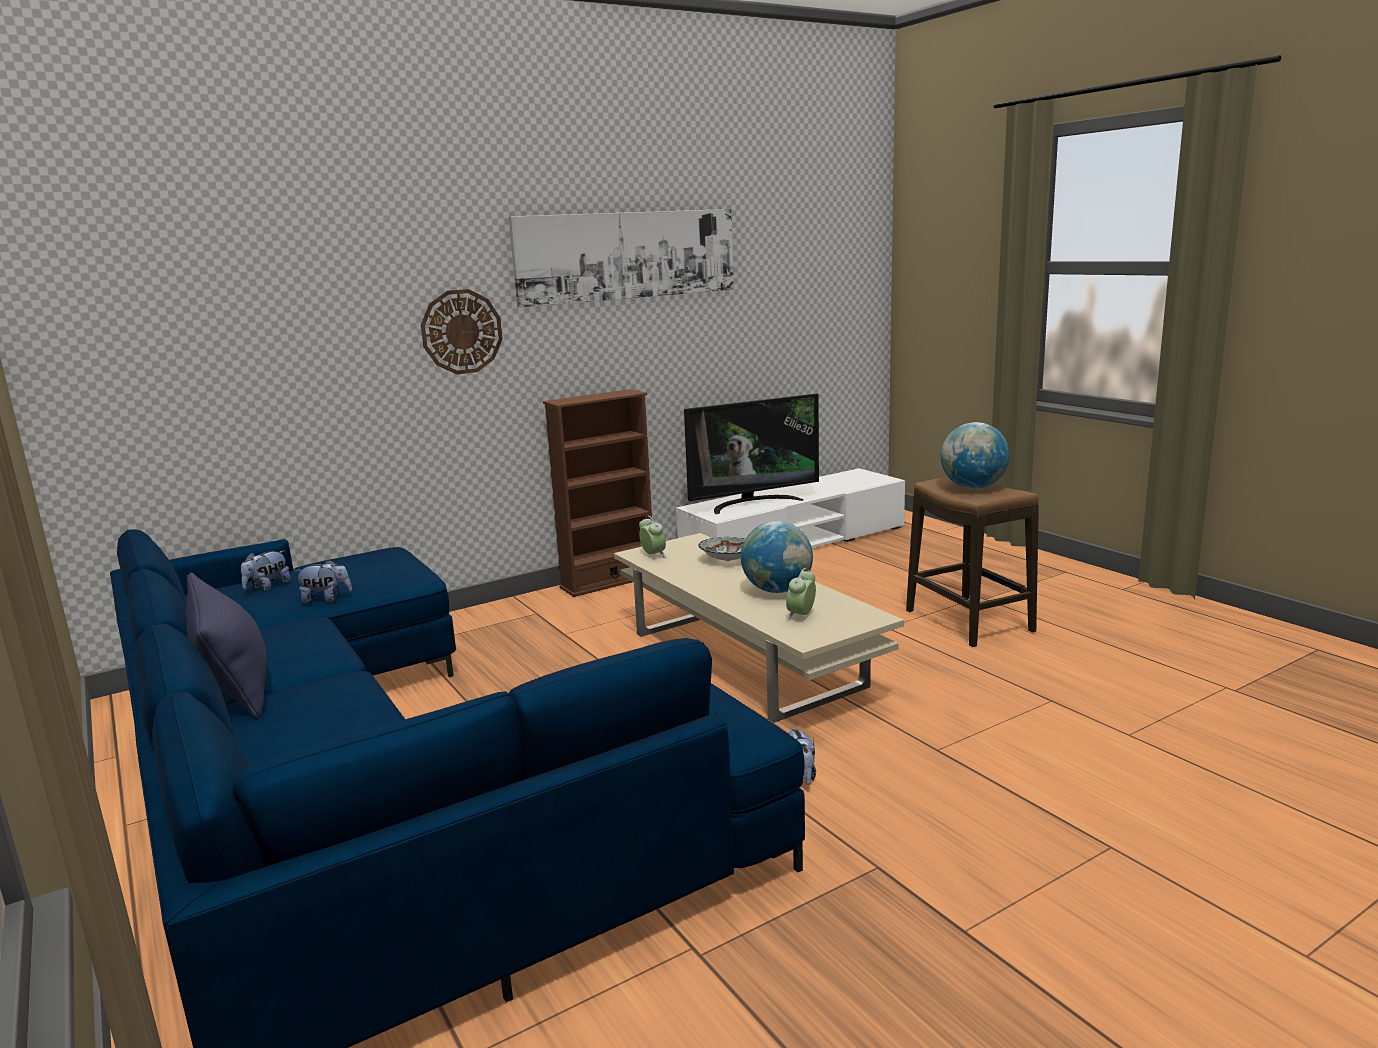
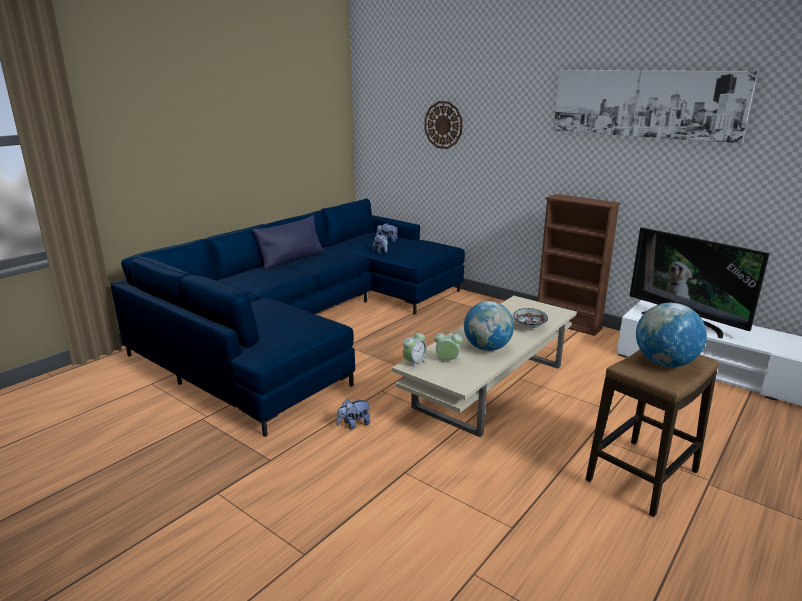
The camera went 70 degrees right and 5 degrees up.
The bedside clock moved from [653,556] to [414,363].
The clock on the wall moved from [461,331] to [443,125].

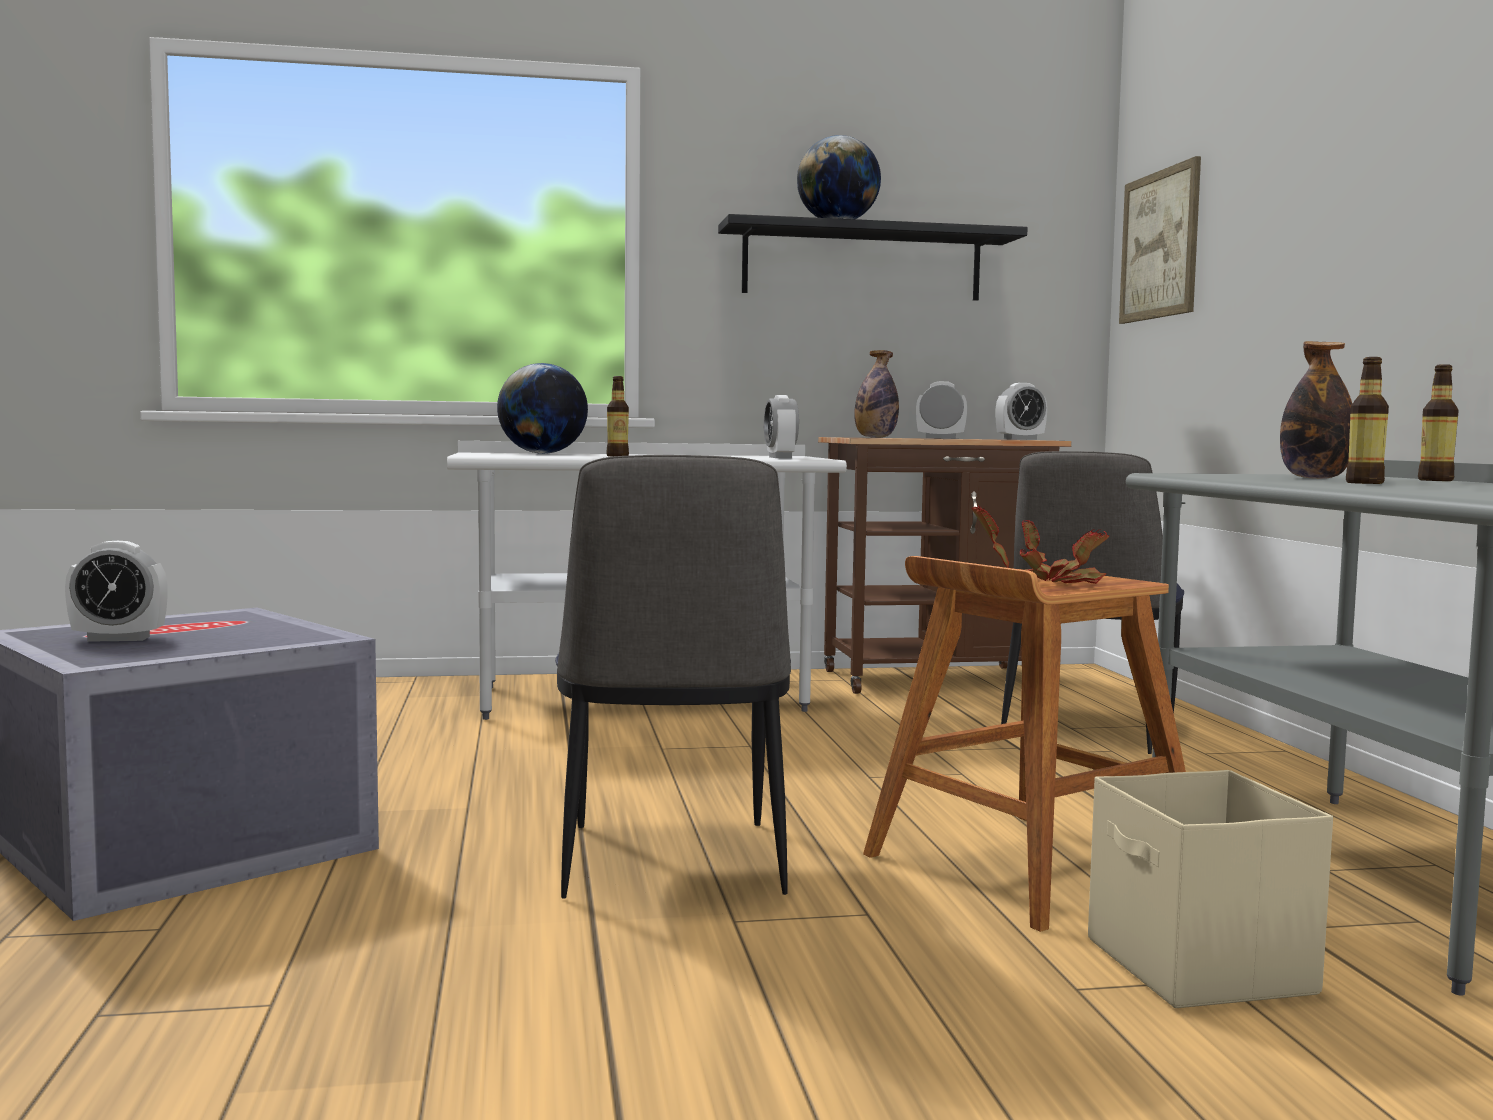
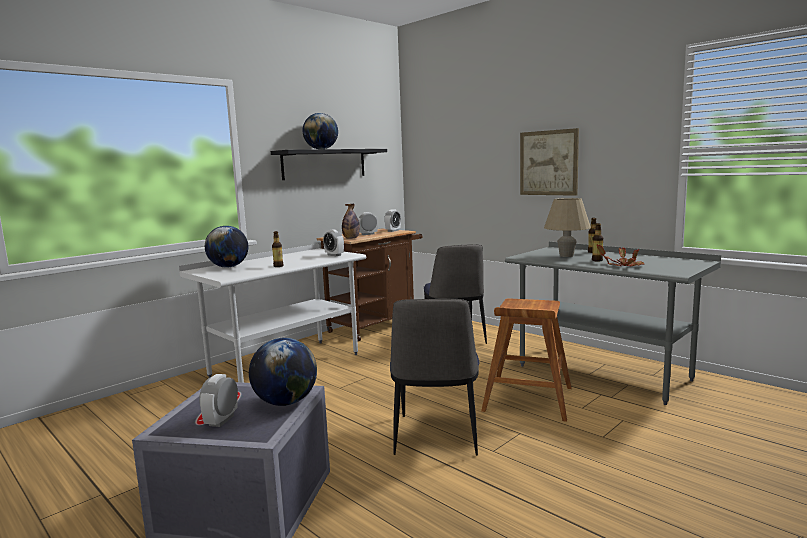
The camera went 35 degrees left and 5 degrees up.
The bedside clock at [119,639] turned 150 degrees clockwise.
The globe at [285,402] appeared.
The upright chair at [671,862] turned 45 degrees clockwise.
The picture moved from [1159,245] to [548,163].
The bottle at [1315,478] was replaced by the tabletop lamp in sand-coloured at [566,255].
The houseplant moved from [1050,581] to [622,266].
The storage bin in sand-coloured at [1199,968] disappeared.

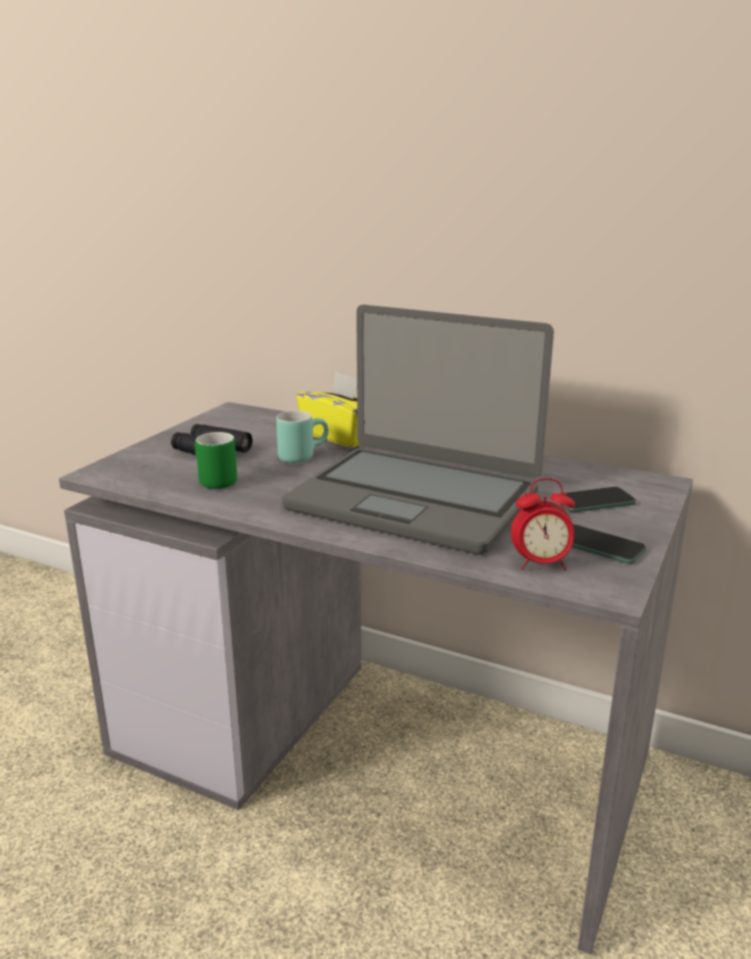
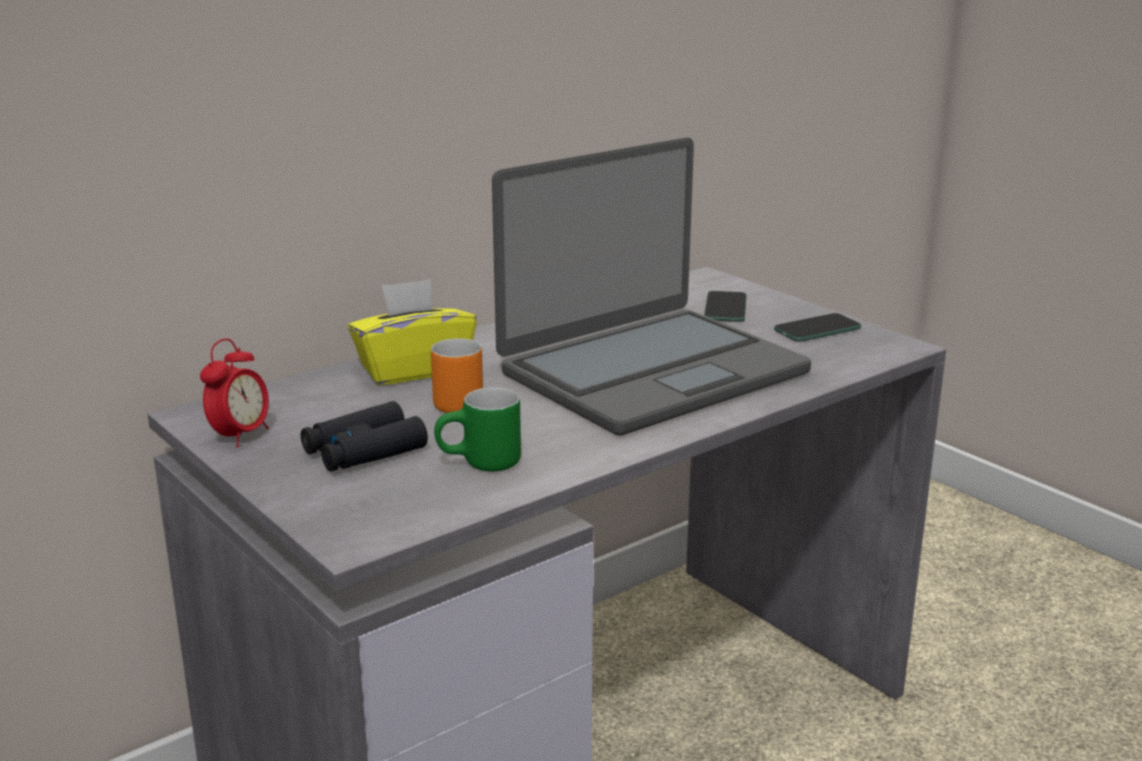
The camera went 65 degrees left and 0 degrees up.
The bedside clock moved from [541,564] to [240,436].
The coffee mug in blue-green at [302,456] became the coffee mug in orange at [454,401].

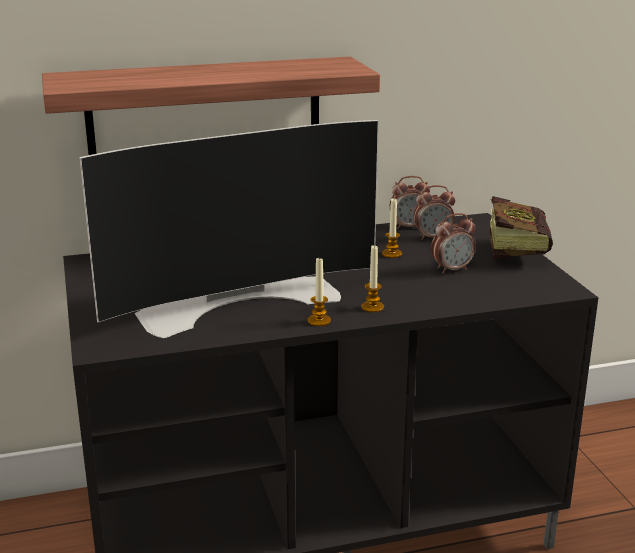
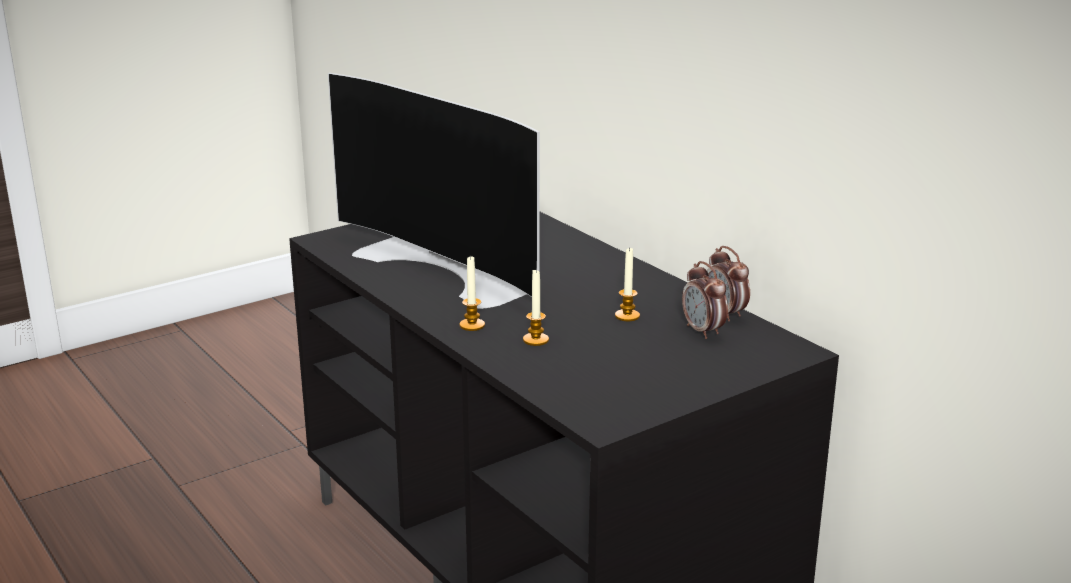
The camera went 70 degrees right and 0 degrees up.
The wax light moved from [319,321] to [535,340].
The wall shelf at [205,111] disappeared.
The bedside clock at [452,269] disappeared.
The bound book at [515,249] disappeared.

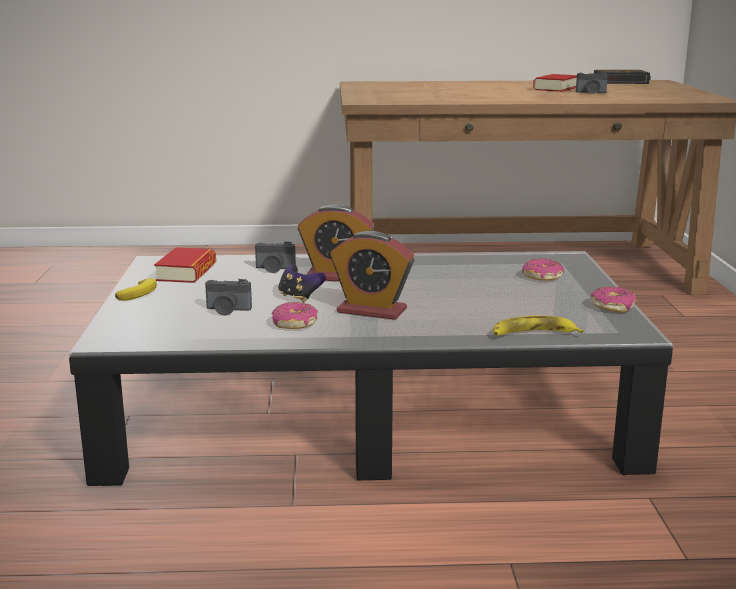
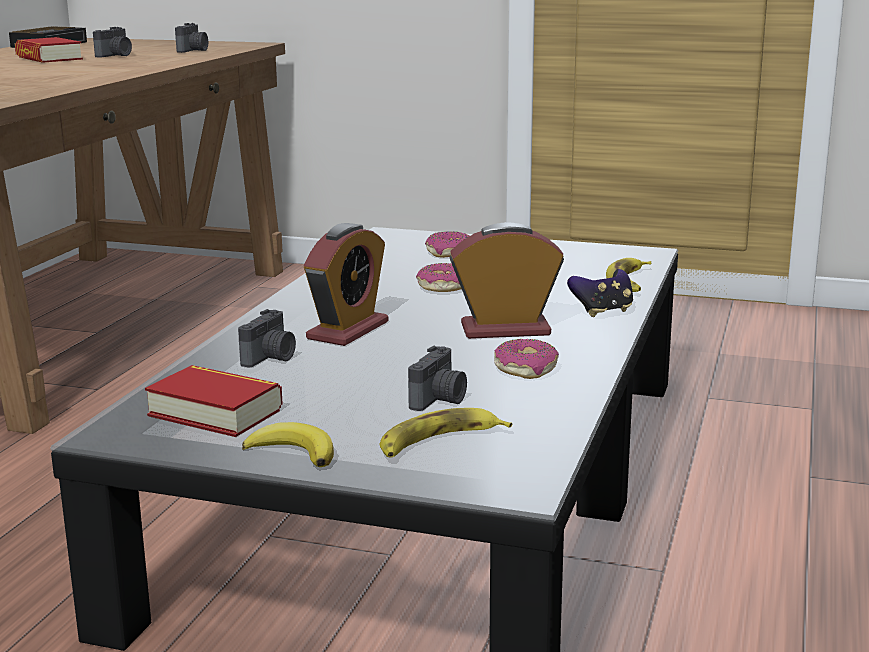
The camera went 70 degrees left and 0 degrees up.
The photo camera at [193,50] appeared.
The banana fruit at [438,442] appeared.
The ring doughnut moved from [612,306] to [443,287].
The bedside clock at [371,311] turned 135 degrees counterclockwise.
The game controller moved from [299,297] to [603,312].

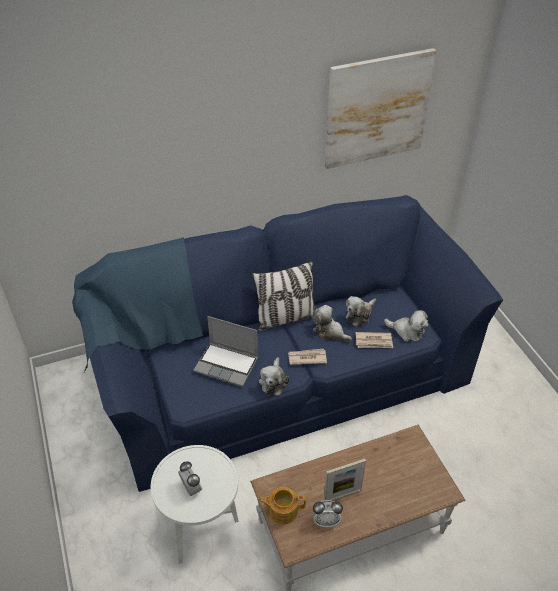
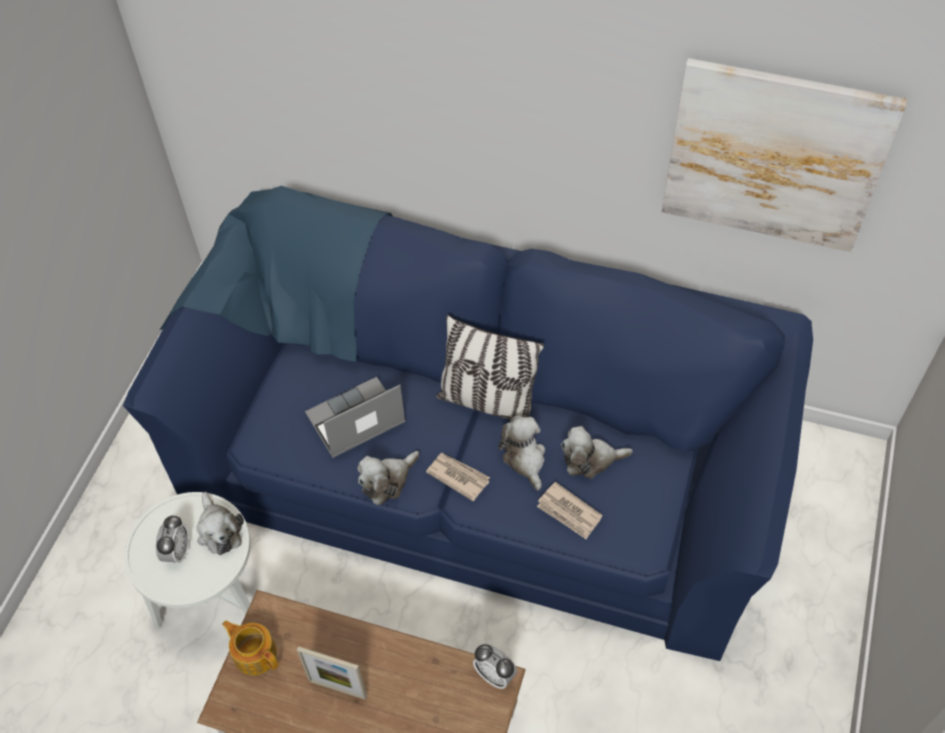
The camera went 40 degrees right and 10 degrees up.
The plush toy moved from [407,331] to [219,530].
The laptop at [227,364] turned 90 degrees clockwise.
The bedside clock moved from [326,521] to [495,675].

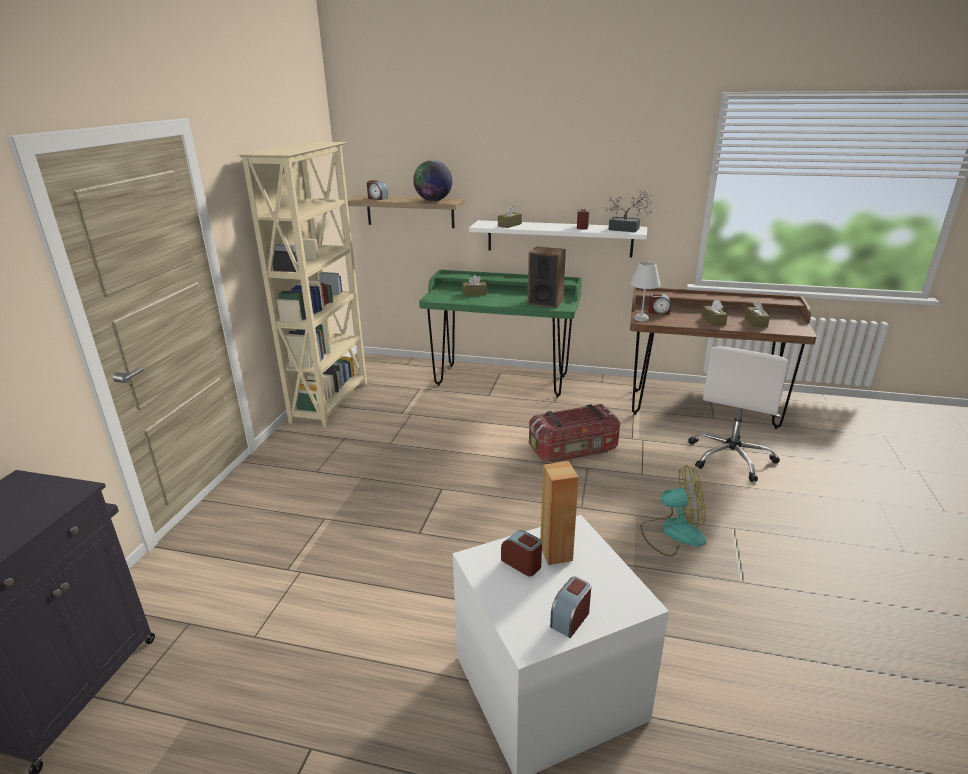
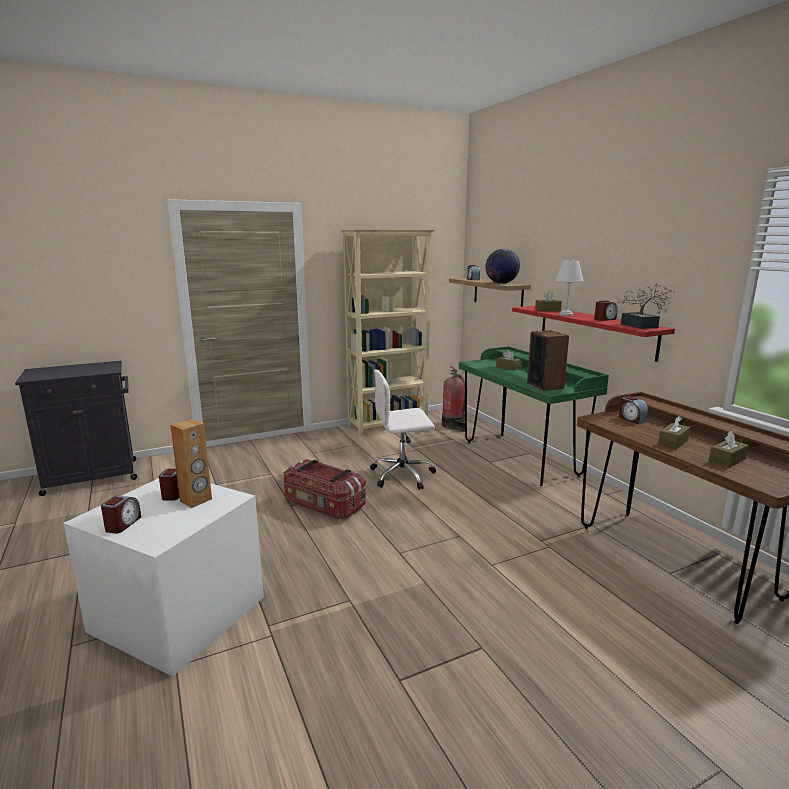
The camera went 50 degrees right and 10 degrees down.
The bedside clock at [570,619] turned 105 degrees clockwise.
The storage bin moved from [574,450] to [323,505].
The office chair in whitish moved from [731,457] to [403,475].
The extinguisher at [454,426] appeared.
The wall shelf in whitish at [559,238] became the wall shelf in red at [594,331].
The tabletop lamp in whitish moved from [640,319] to [565,314].
The fan at [672,533] disappeared.

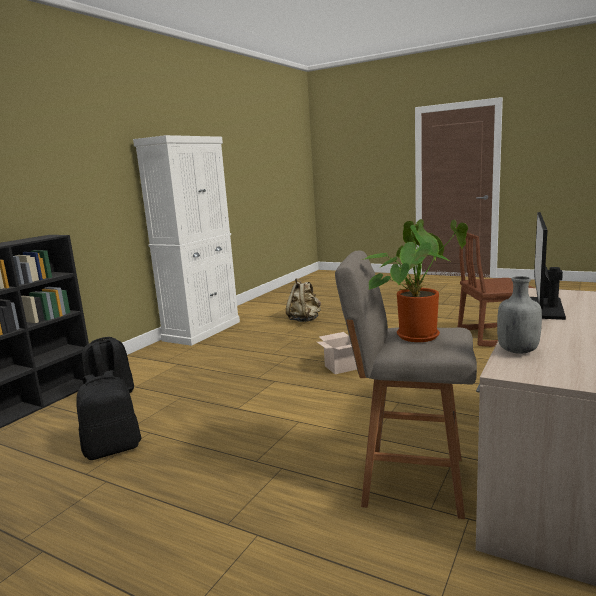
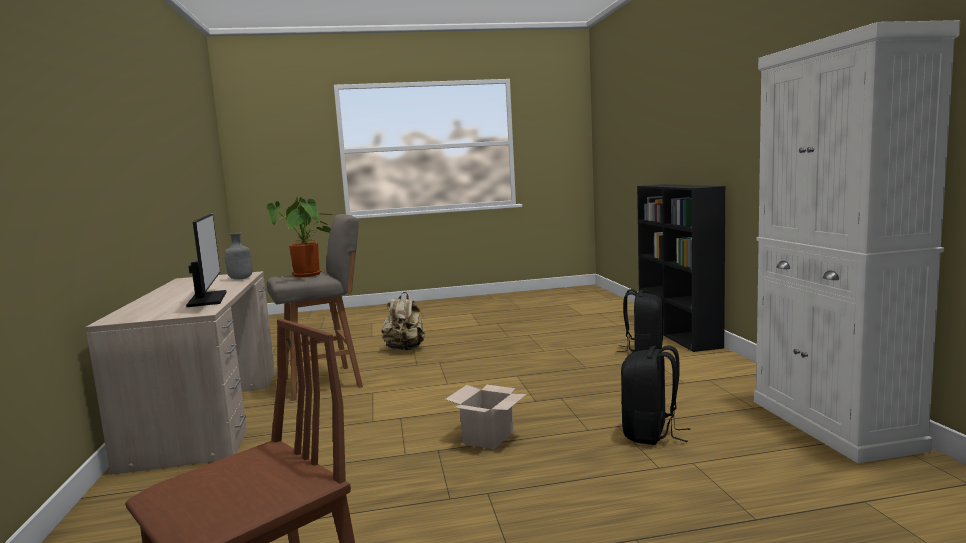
The camera went 140 degrees right and 5 degrees down.
The backpack in sand-coloured moved from [305,320] to [405,349].
The backpack in blackish moved from [113,448] to [651,434].

